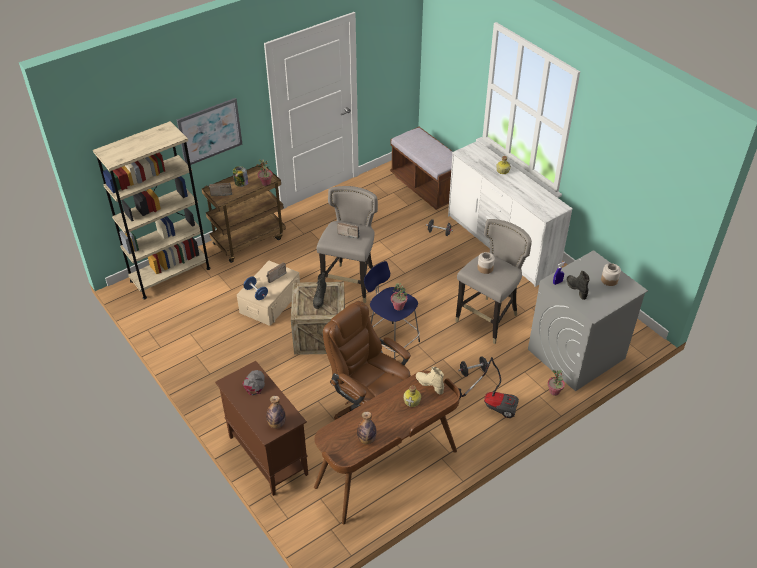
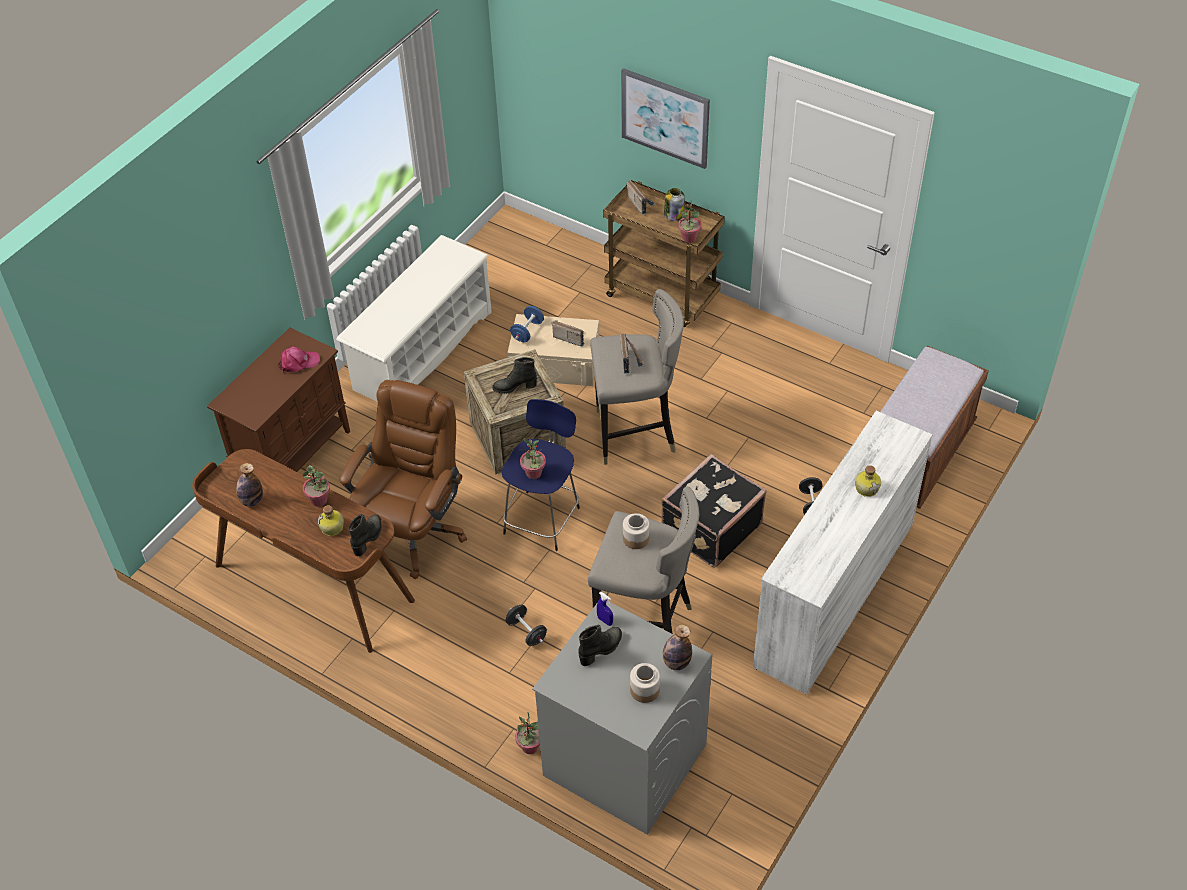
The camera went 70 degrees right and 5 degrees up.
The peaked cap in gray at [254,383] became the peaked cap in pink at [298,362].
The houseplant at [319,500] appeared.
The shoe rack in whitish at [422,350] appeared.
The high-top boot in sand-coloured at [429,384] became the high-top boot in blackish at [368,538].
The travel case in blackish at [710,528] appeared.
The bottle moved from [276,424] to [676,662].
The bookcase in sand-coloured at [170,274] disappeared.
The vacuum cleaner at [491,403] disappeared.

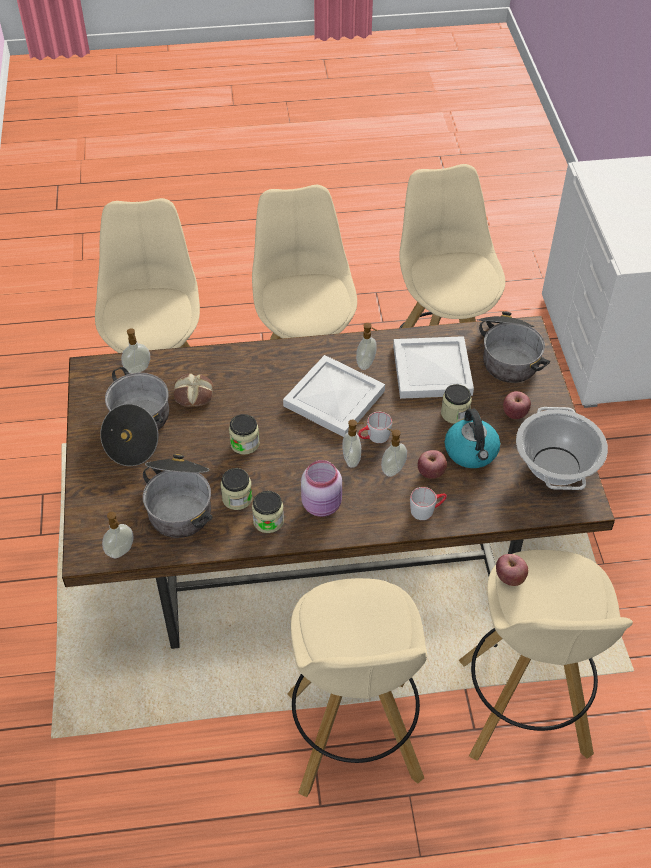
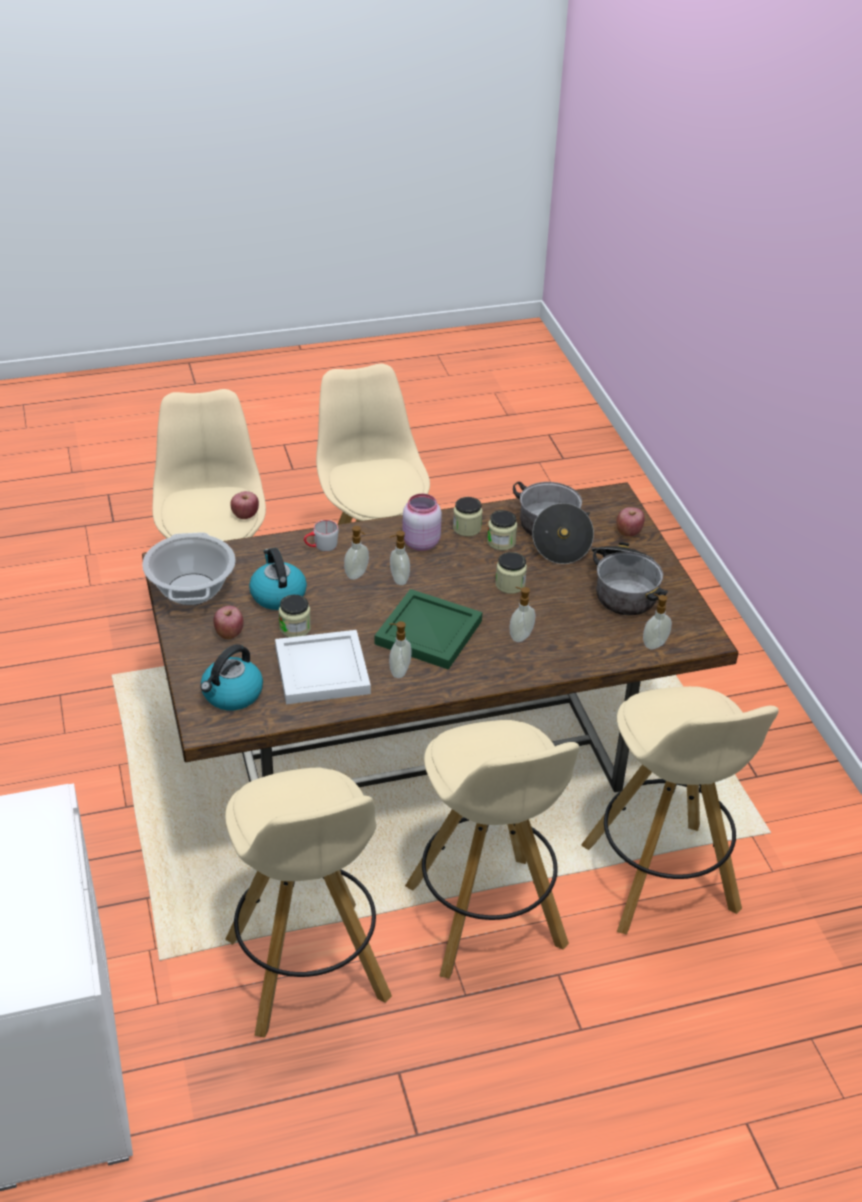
The camera went 170 degrees right and 10 degrees down.
The cooking pot at [507,355] was replaced by the water kettle at [232,694].
The tray in whitish at [336,398] became the tray in green at [426,633].
The soap bottle moved from [121,551] to [520,636].
The whole apple moved from [431,473] to [628,532].
The baked bread at [193,395] disappeared.
The coffee mug in gray at [374,437] disappeared.

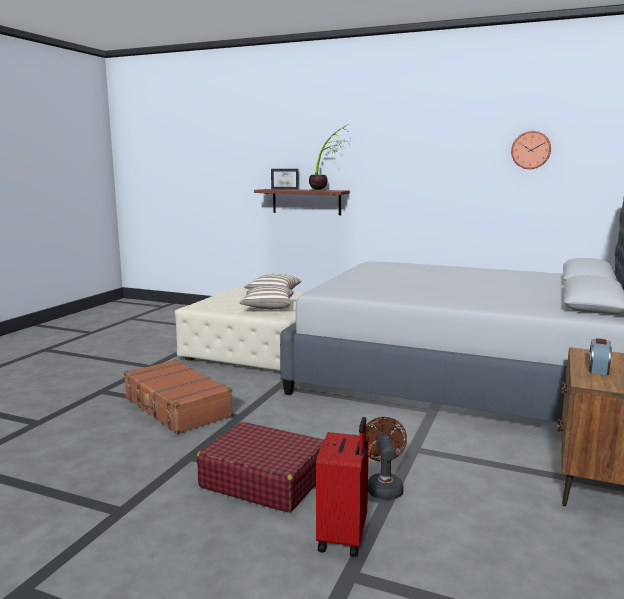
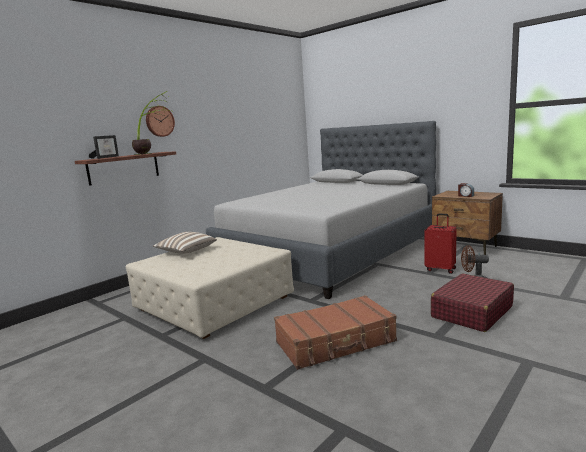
The camera went 70 degrees left and 0 degrees up.
The clock on the wall moved from [531,150] to [159,121].
The travel case in red moved from [344,537] to [440,269].
The cushion at [267,307] disappeared.

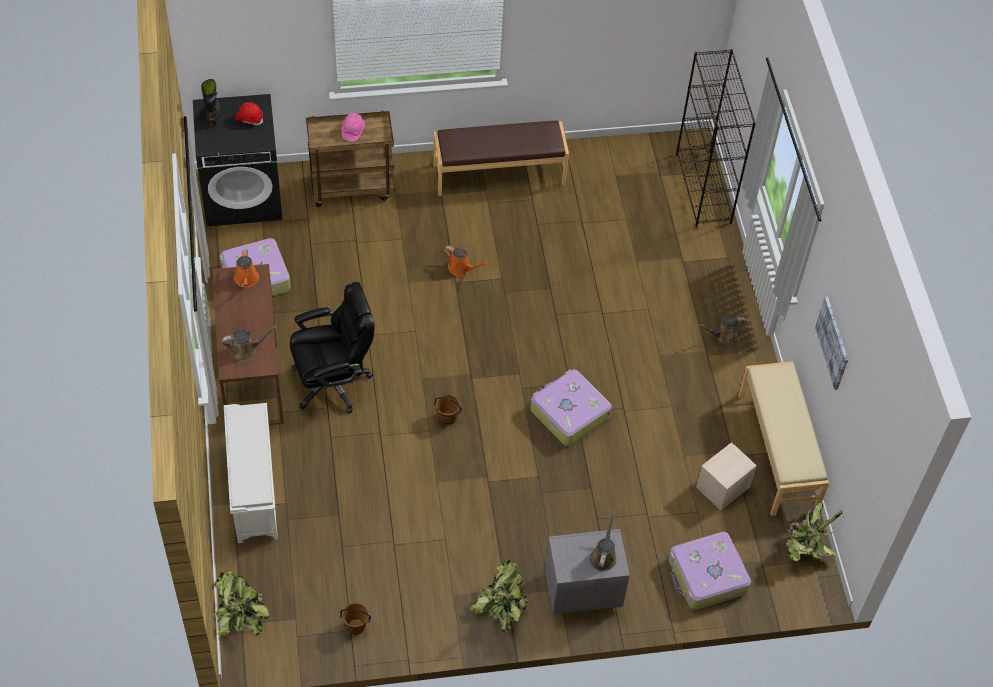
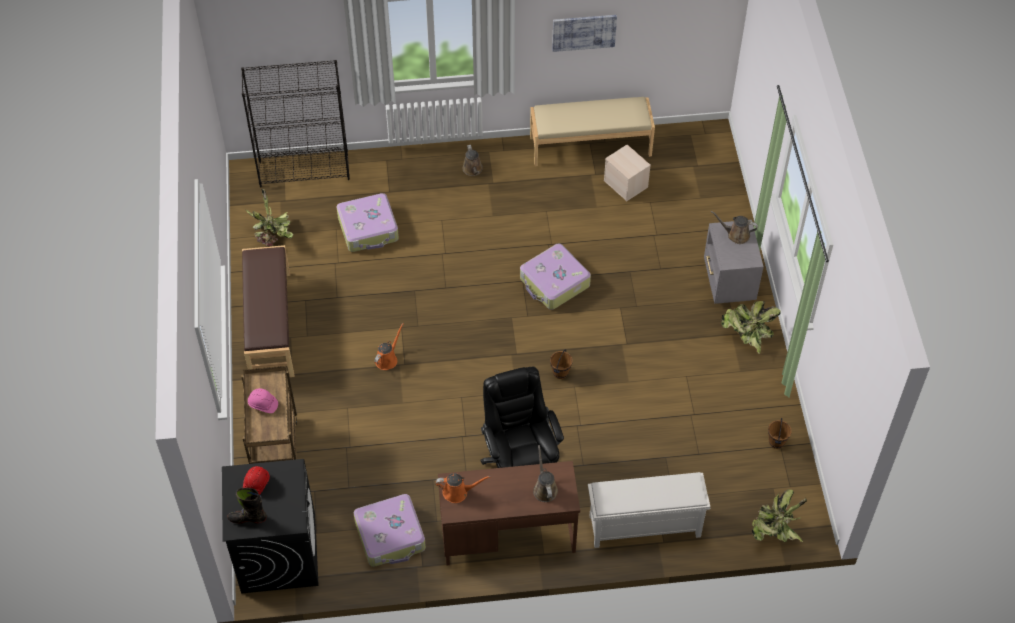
The camera went 85 degrees left and 0 degrees up.
The houseplant moved from [805,549] to [274,236].
The travel case moved from [706,577] to [369,229].

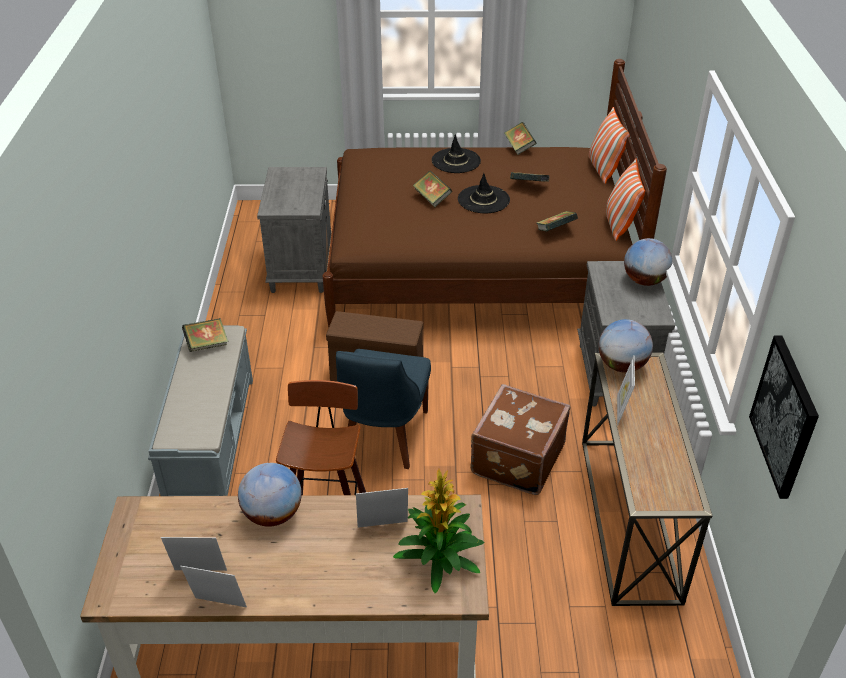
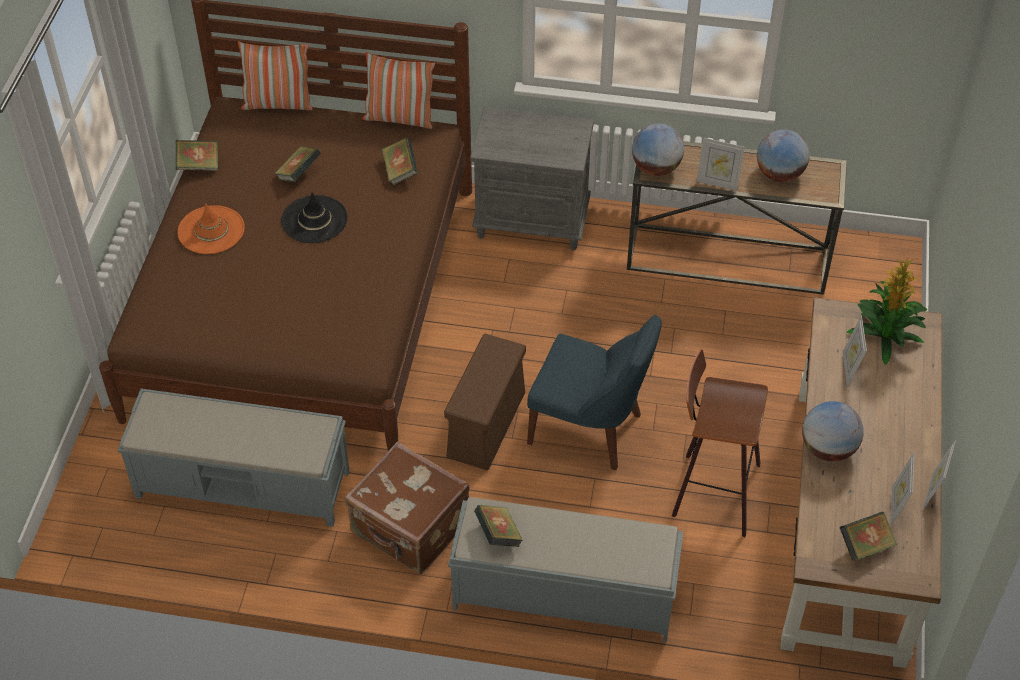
The camera went 80 degrees left and 10 degrees up.
The nightstand in gray at [301,269] was replaced by the long seat in gray at [244,484].
The hat in blackish at [456,161] became the hat in orange at [211,230].
The travel case in brown moved from [516,459] to [409,529].
The globe moved from [644,280] to [779,174].
The bound book moved from [432,198] to [865,545].
The picture at [785,416] disappeared.

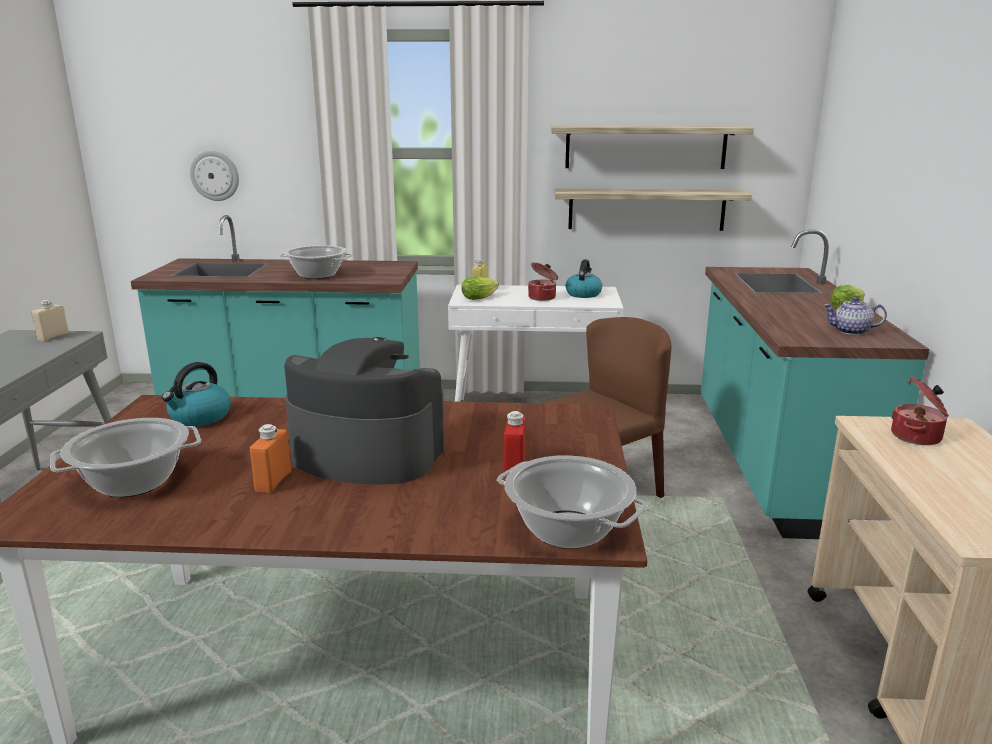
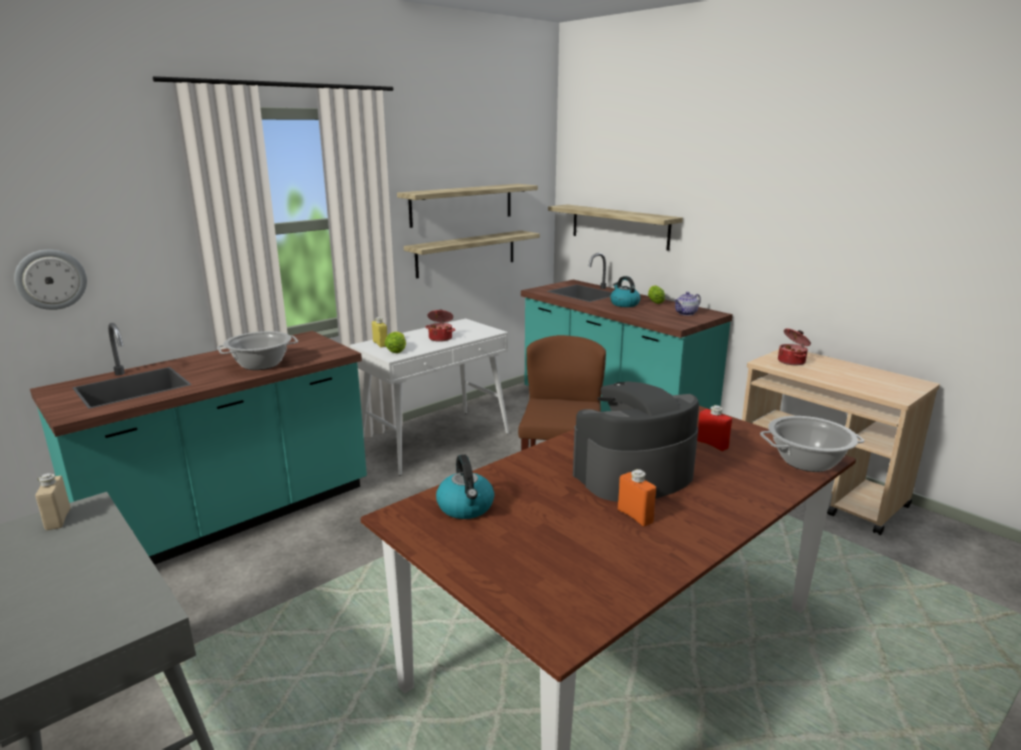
The camera went 45 degrees left and 0 degrees up.
The wall shelf at [619,226] appeared.
The water kettle moved from [583,294] to [624,304].
The cooking pot at [134,482] disappeared.

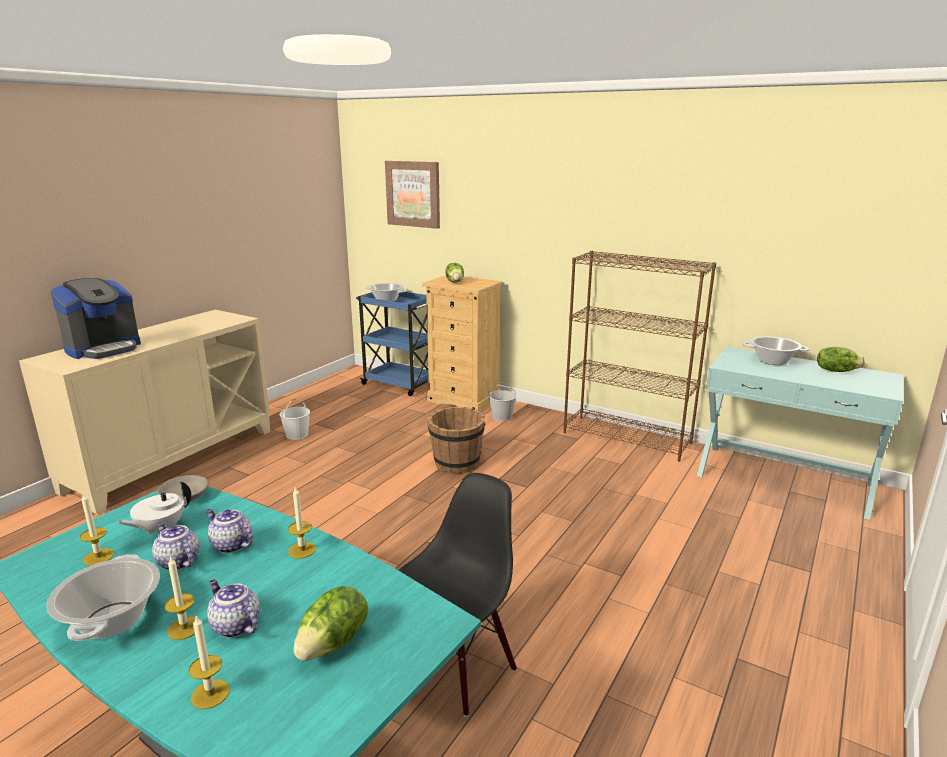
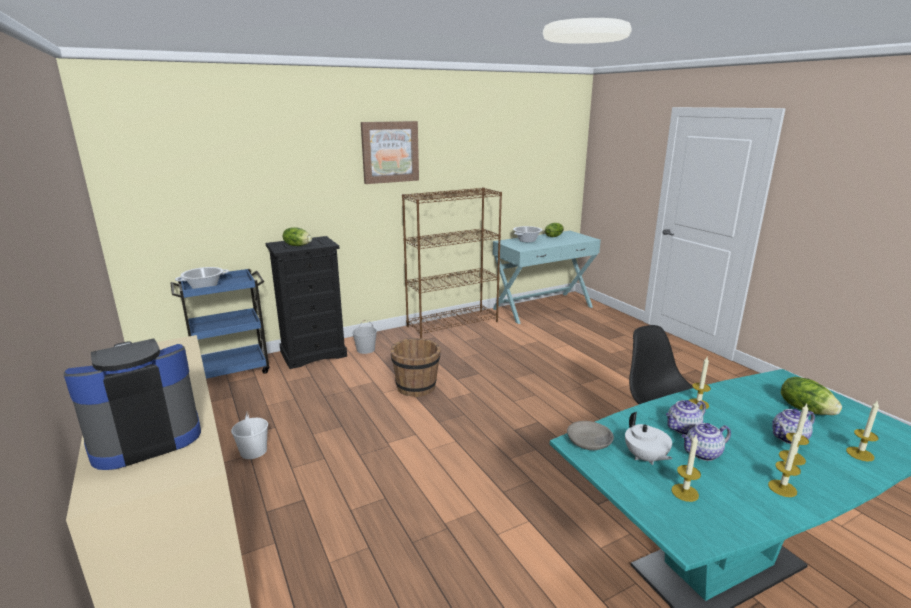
The camera went 60 degrees left and 0 degrees up.
The coffee machine at [104,349] turned 105 degrees counterclockwise.
The dresser in sand-coloured at [464,400] became the dresser in blackish at [313,354].
The picture moved from [413,194] to [390,152].
The cooking pot at [112,620] was replaced by the wax light at [782,488].

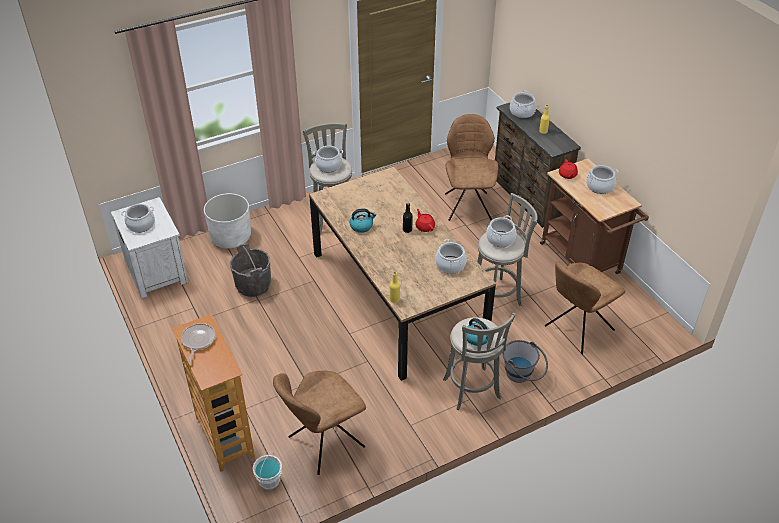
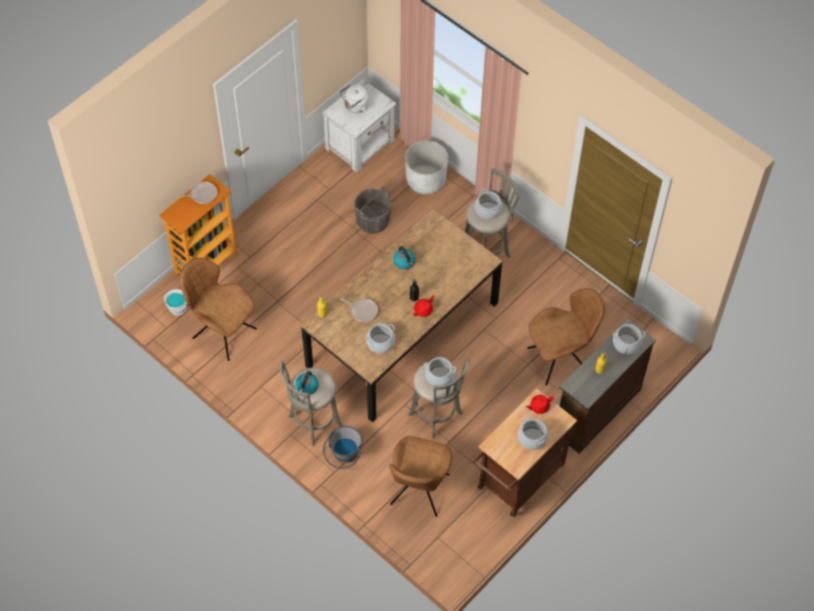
The camera went 70 degrees right and 15 degrees up.
The cooking pot at [141,225] was replaced by the water kettle in whitish at [355,107].
The frying pan at [363,311] appeared.
The upright chair in brown at [577,329] turned 105 degrees counterclockwise.

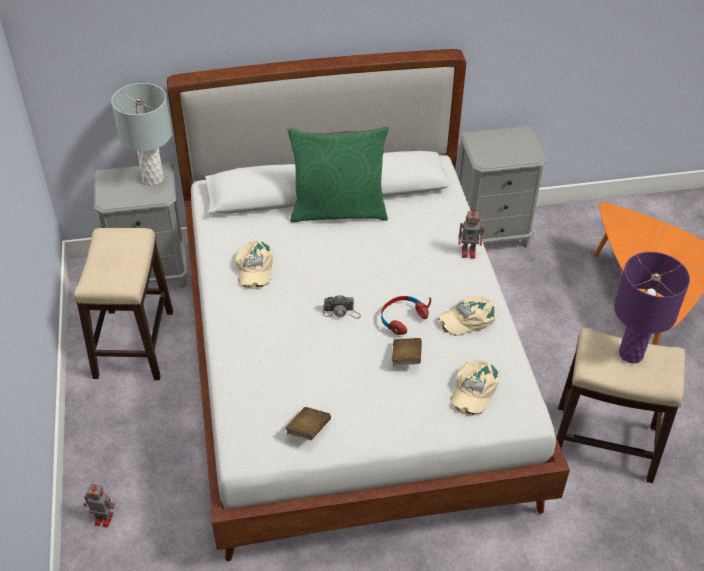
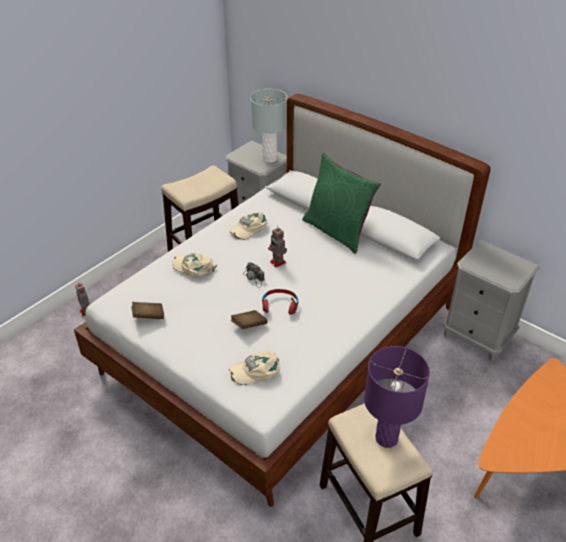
The camera went 50 degrees right and 5 degrees down.
The peaked cap in sand-coloured moved from [468,318] to [193,267].
The toy robot moved from [469,252] to [278,262].

